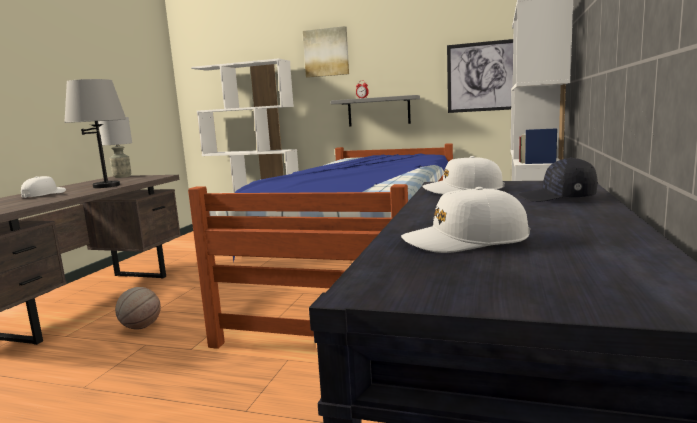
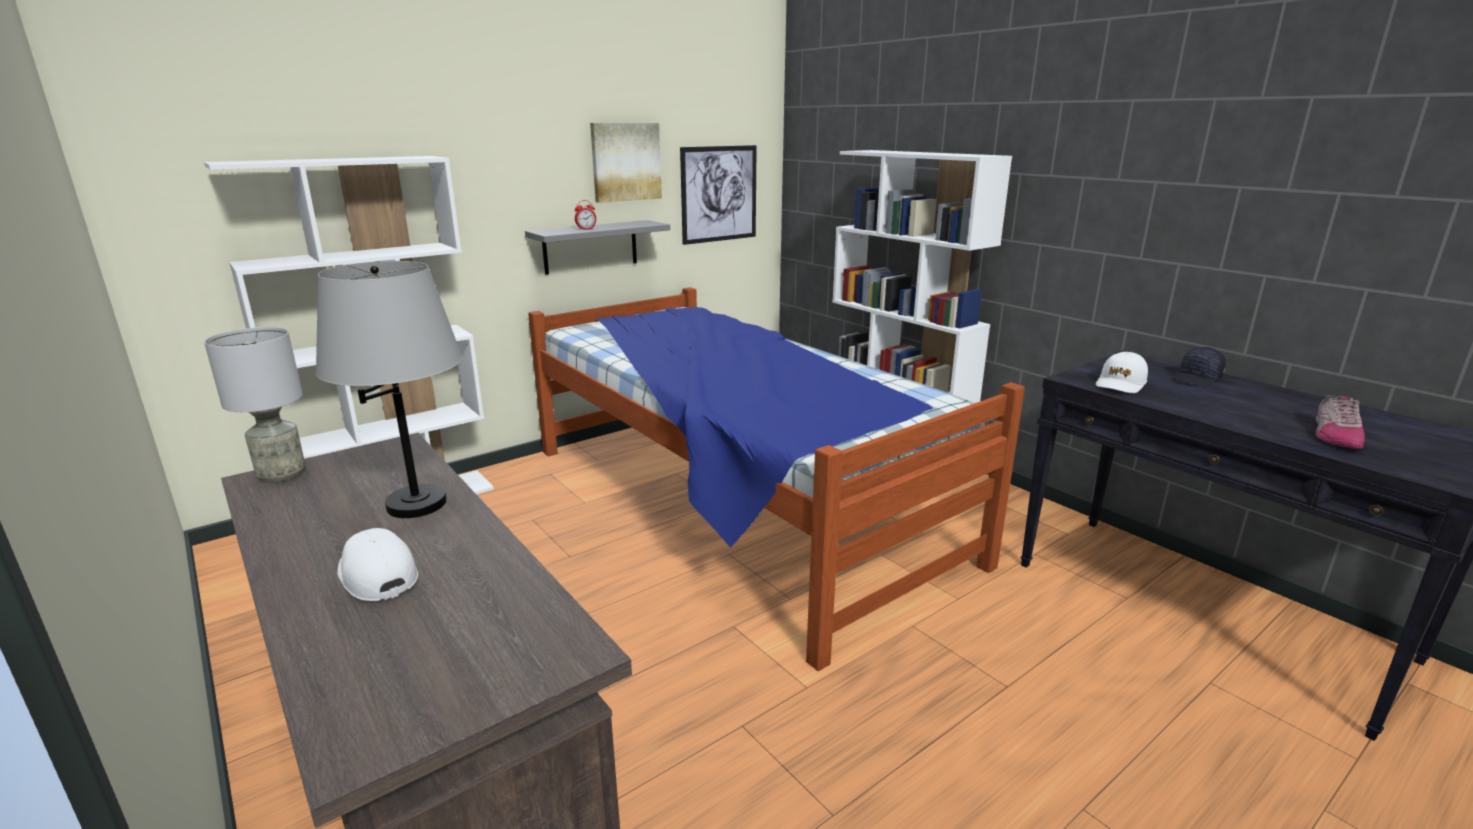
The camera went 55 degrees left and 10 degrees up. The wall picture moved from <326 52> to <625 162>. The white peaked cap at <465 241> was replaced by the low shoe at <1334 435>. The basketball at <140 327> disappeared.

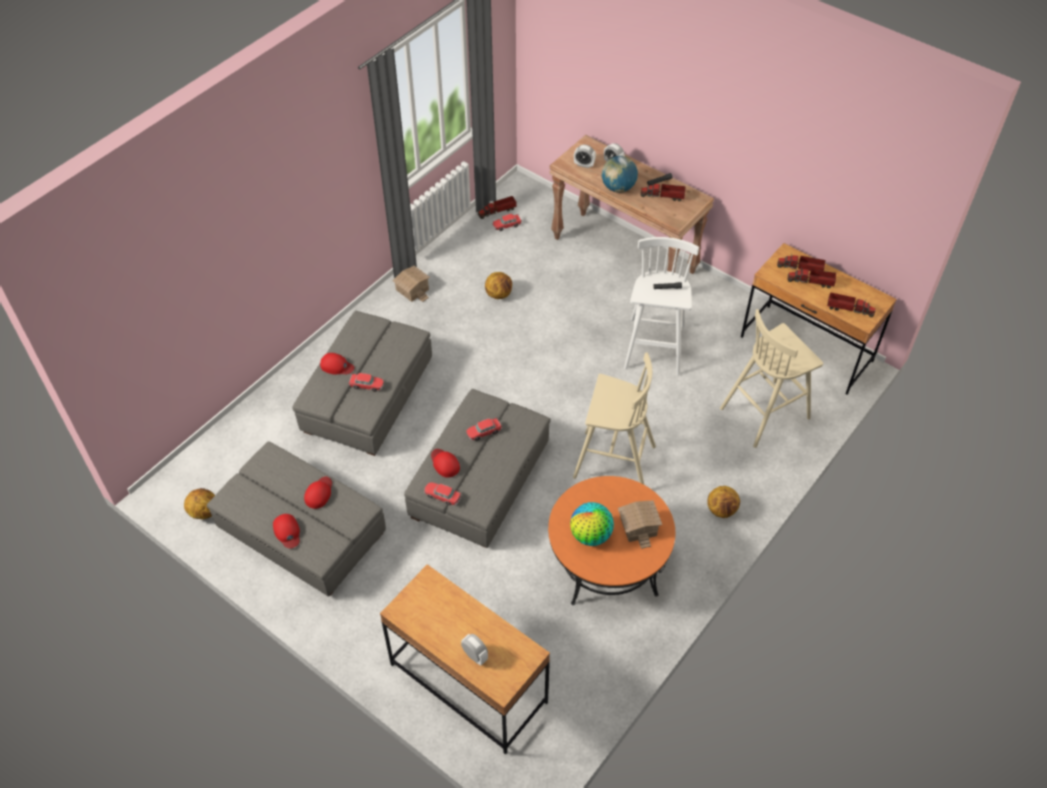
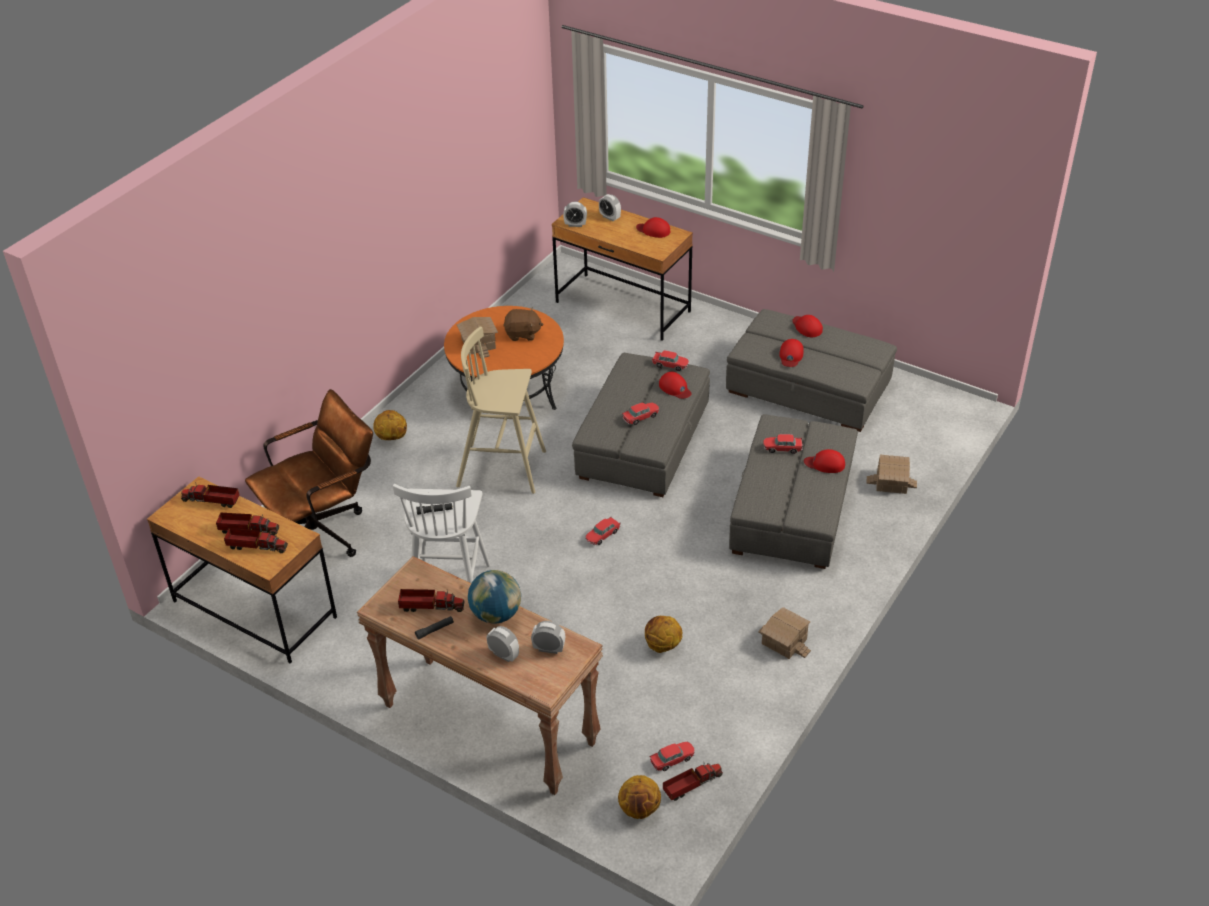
The camera went 175 degrees right and 10 degrees down. The sand-coloured stool seat at <766 412> was replaced by the brown-coloured desk chair at <324 531>. The globe at <591 535> was replaced by the brown-coloured plush toy at <523 334>. The table clock at <575 224> appeared. The toy car at <602 535> appeared. The basketball moved from <204 512> to <639 809>. The reddish peaked cap at <653 230> appeared. The model house at <891 482> appeared.

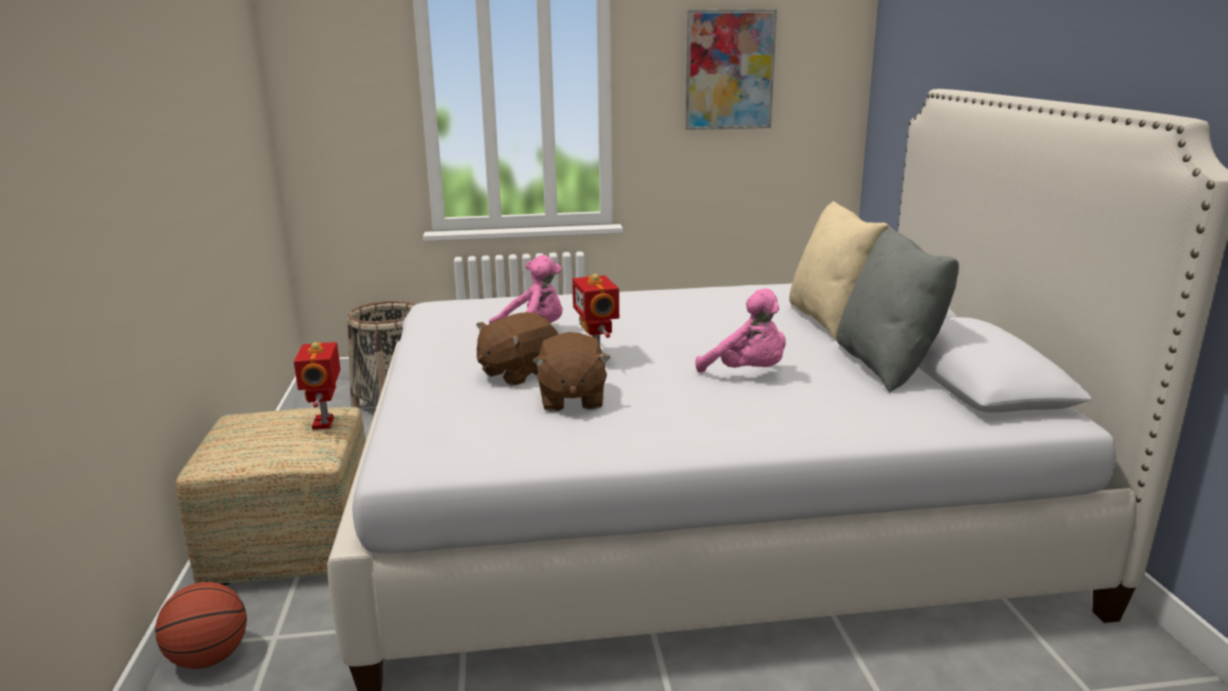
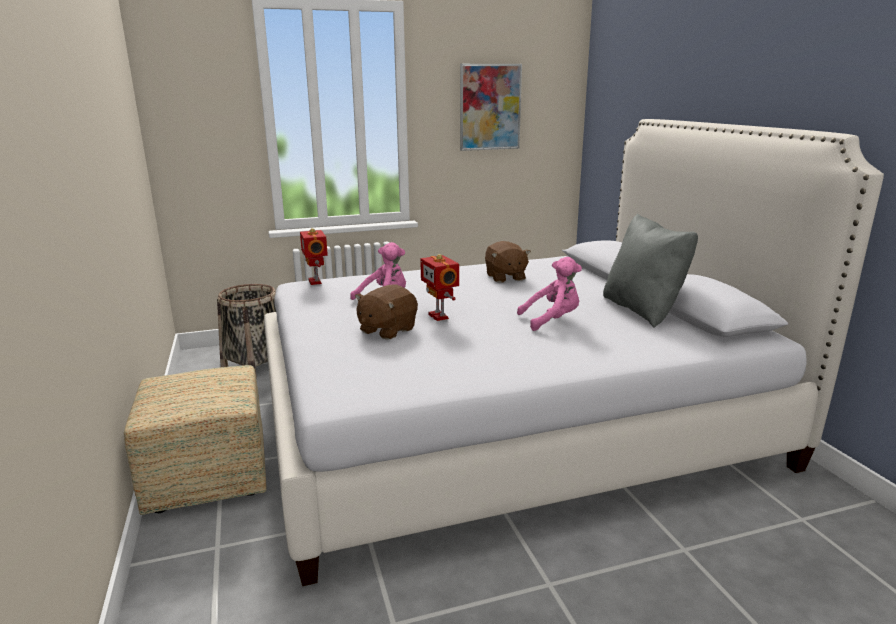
The camera went 10 degrees left and 0 degrees up. The robot figure moved from <325 423> to <316 281>. The brown-coloured plush toy moved from <571 399> to <505 277>. The pink plush toy at <748 373> turned 45 degrees counterclockwise. The basketball at <209 658> disappeared. The sand-coloured cushion at <833 320> disappeared.

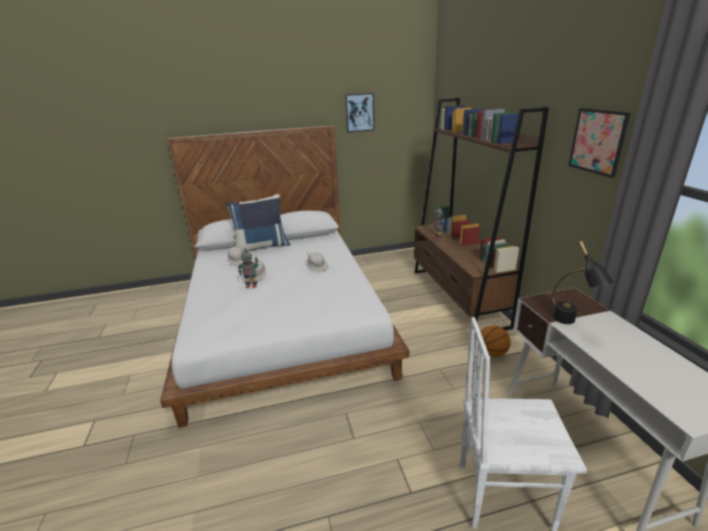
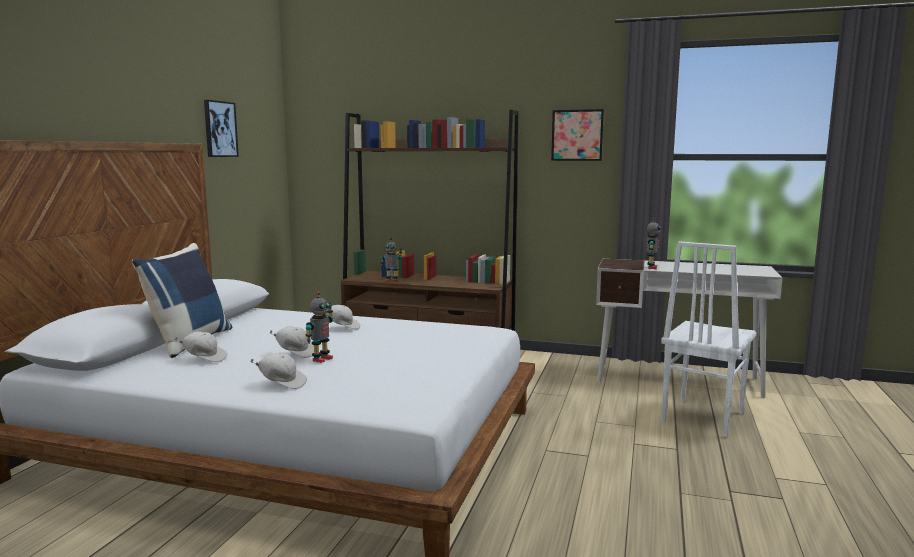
The camera went 60 degrees left and 15 degrees down. The white peaked cap at <282 383> appeared. The blackish table lamp at <570 324> was replaced by the robot figure at <651 267>. The basketball at <492 353> disappeared.

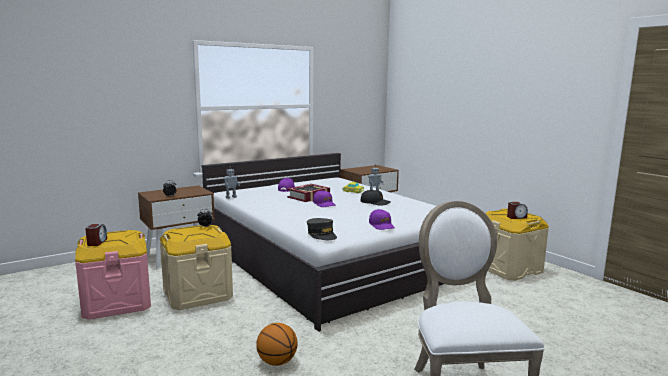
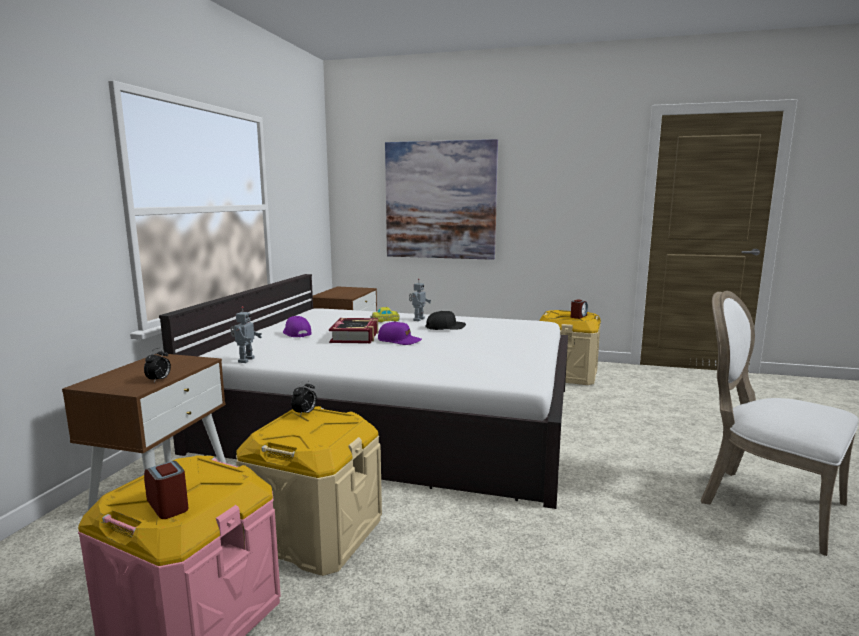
The camera went 40 degrees left and 0 degrees up. The wall picture at <440 200> appeared. The basketball at <277 362> disappeared. The grey peaked cap at <321 235> disappeared. The purple peaked cap at <381 225> disappeared.

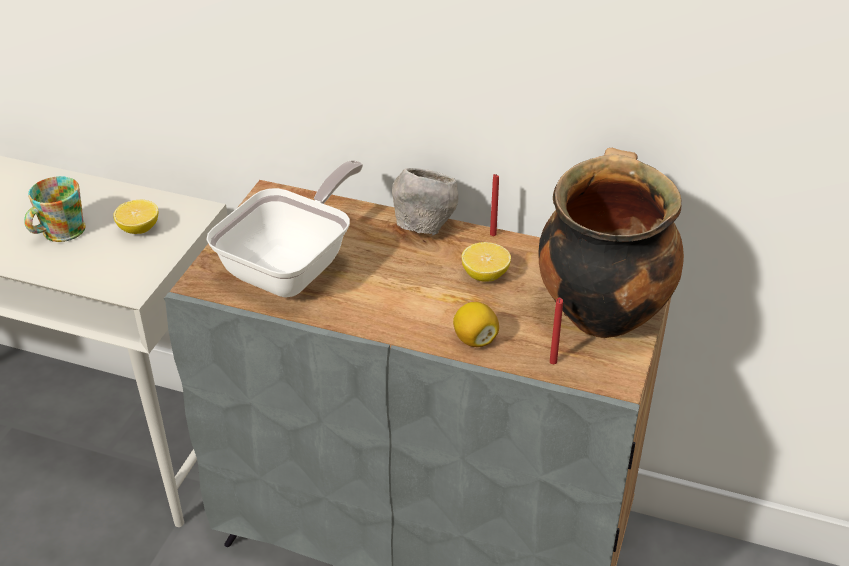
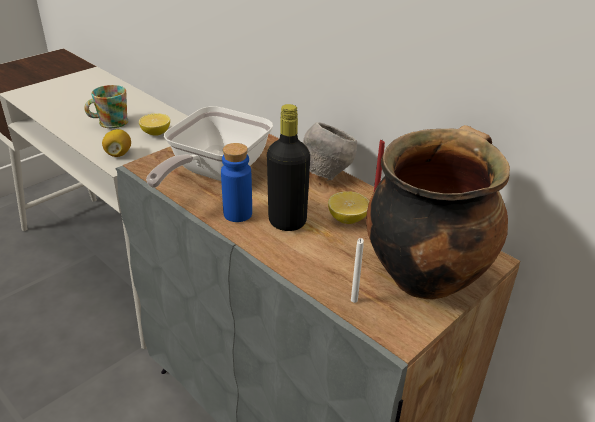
The camera went 25 degrees right and 5 degrees down. The citrus fruit moved from <475 339> to <118 154>. The skillet at <294 266> turned 150 degrees clockwise. The bluish drink bottle at <237 214> appeared. The blackish drink bottle at <287 222> appeared. The reddish candle at <553 361> became the white candle at <354 300>.

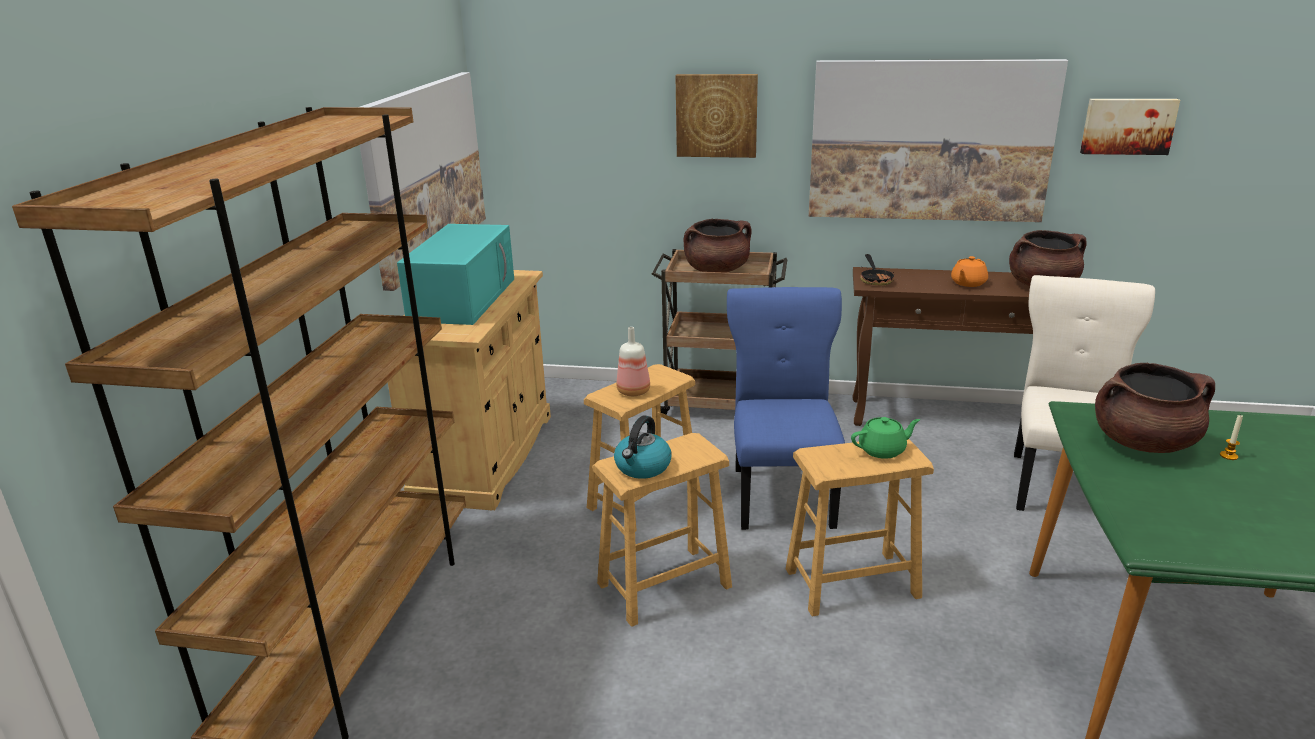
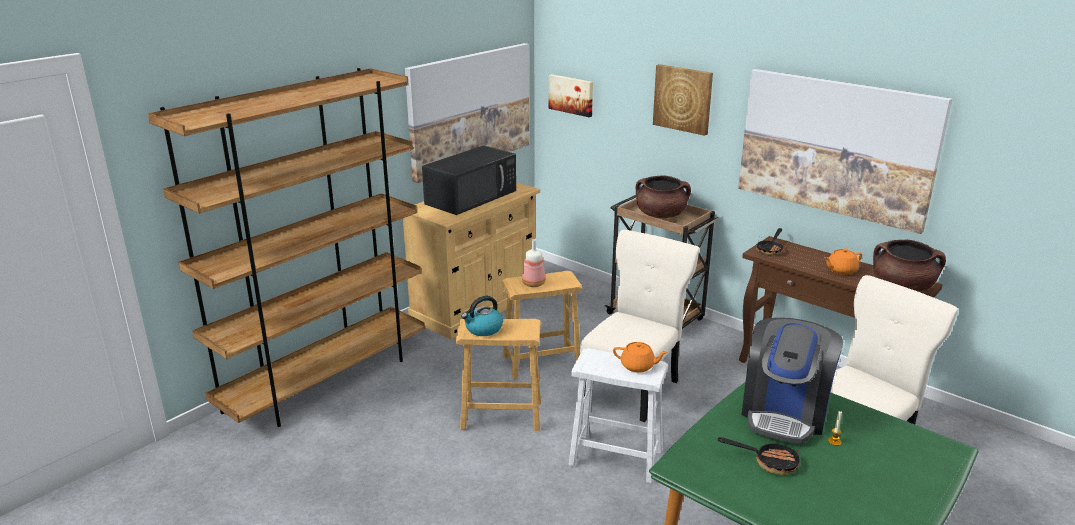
The camera went 30 degrees right and 0 degrees up. The blue-green microwave at <463 298> became the blackish microwave at <472 197>. The wall picture moved from <1127 126> to <571 95>. The brown-coloured stool seat at <851 583> became the white stool seat at <616 457>. The bluish chair at <782 494> became the sand-coloured chair at <633 389>. The green-coloured tea pot at <883 450> became the orangey tea pot at <638 366>. The skillet at <769 462> appeared. The brown-coloured cooking pot at <1143 442> was replaced by the coffee brewer at <784 413>.

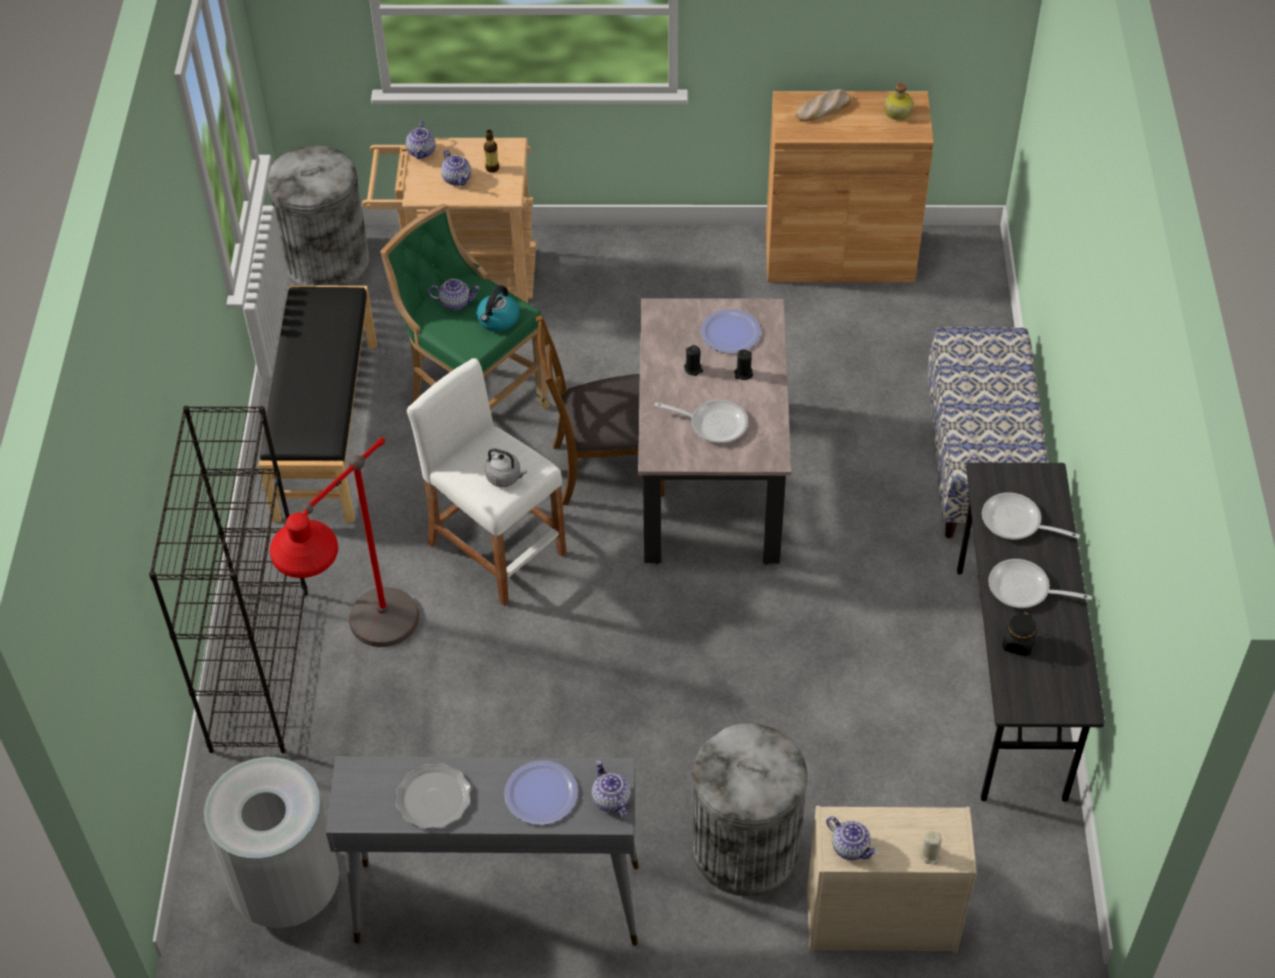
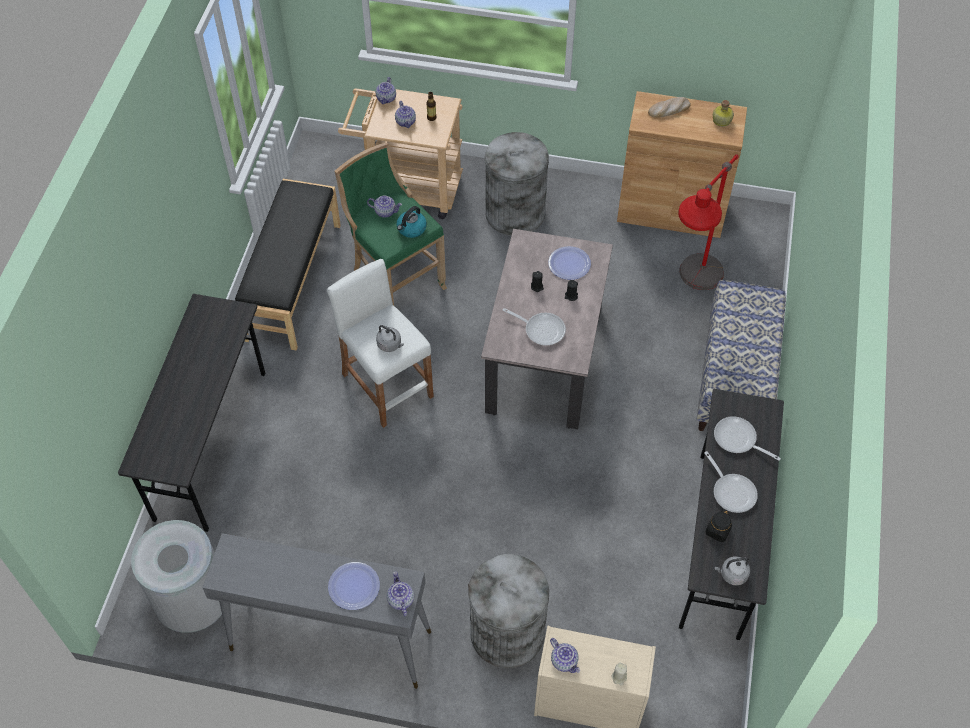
The camera went 10 degrees right and 5 degrees up. The blackish bookshelf at <259 669> was replaced by the grey desk at <210 444>. The grey waste bin moved from <327 264> to <515 213>. The reddish floor lamp moved from <368 658> to <690 295>. The skillet at <1024 589> turned 150 degrees counterclockwise. The grey water kettle at <732 575> appeared. The flat dish at <433 798> disappeared. The brown-coloured chair at <606 468> disappeared.

